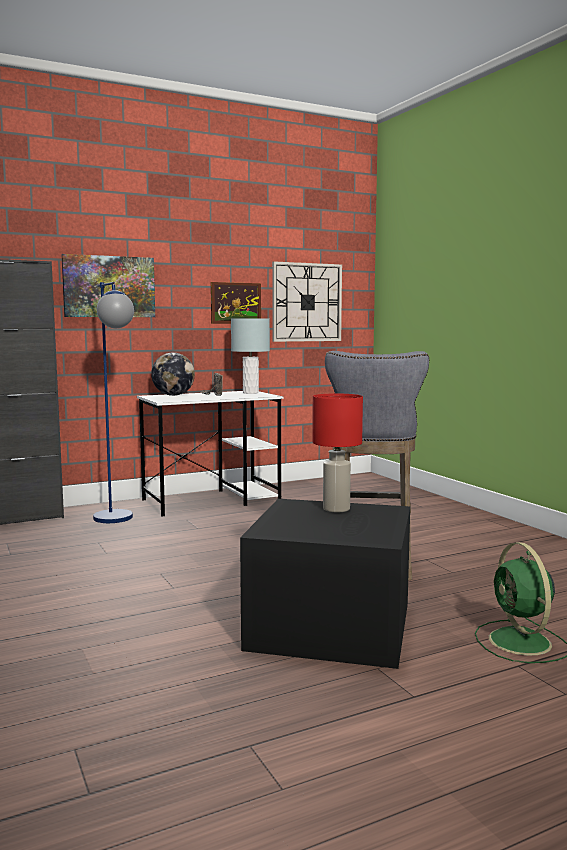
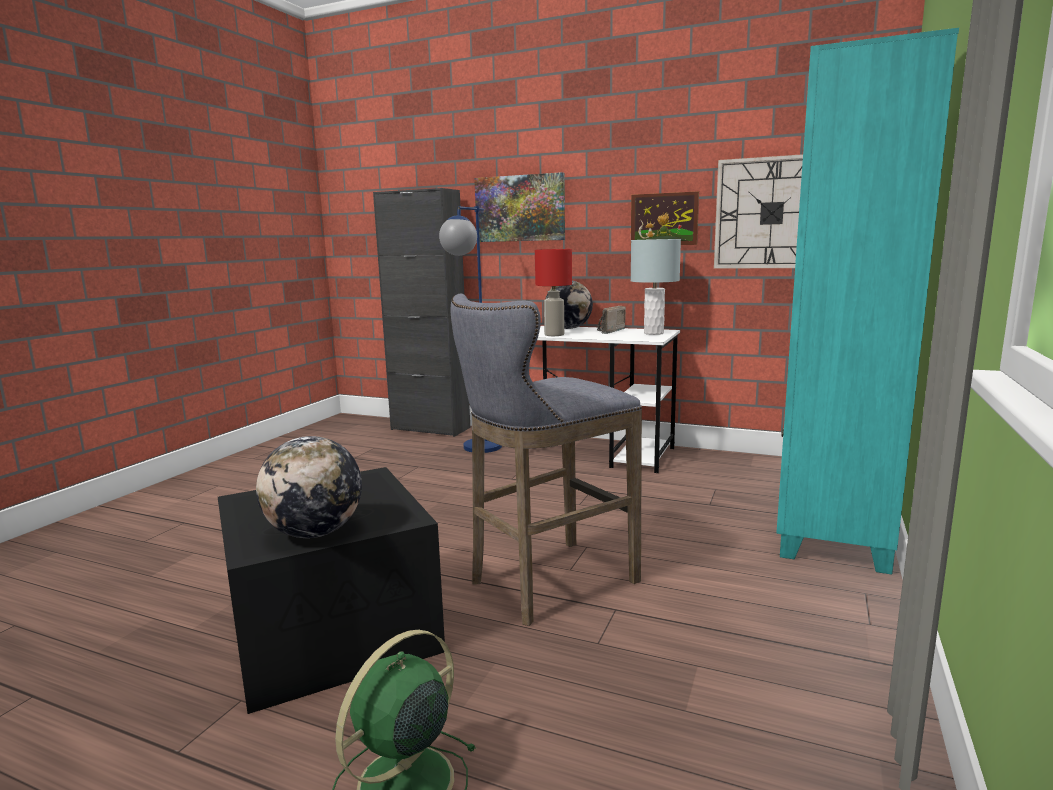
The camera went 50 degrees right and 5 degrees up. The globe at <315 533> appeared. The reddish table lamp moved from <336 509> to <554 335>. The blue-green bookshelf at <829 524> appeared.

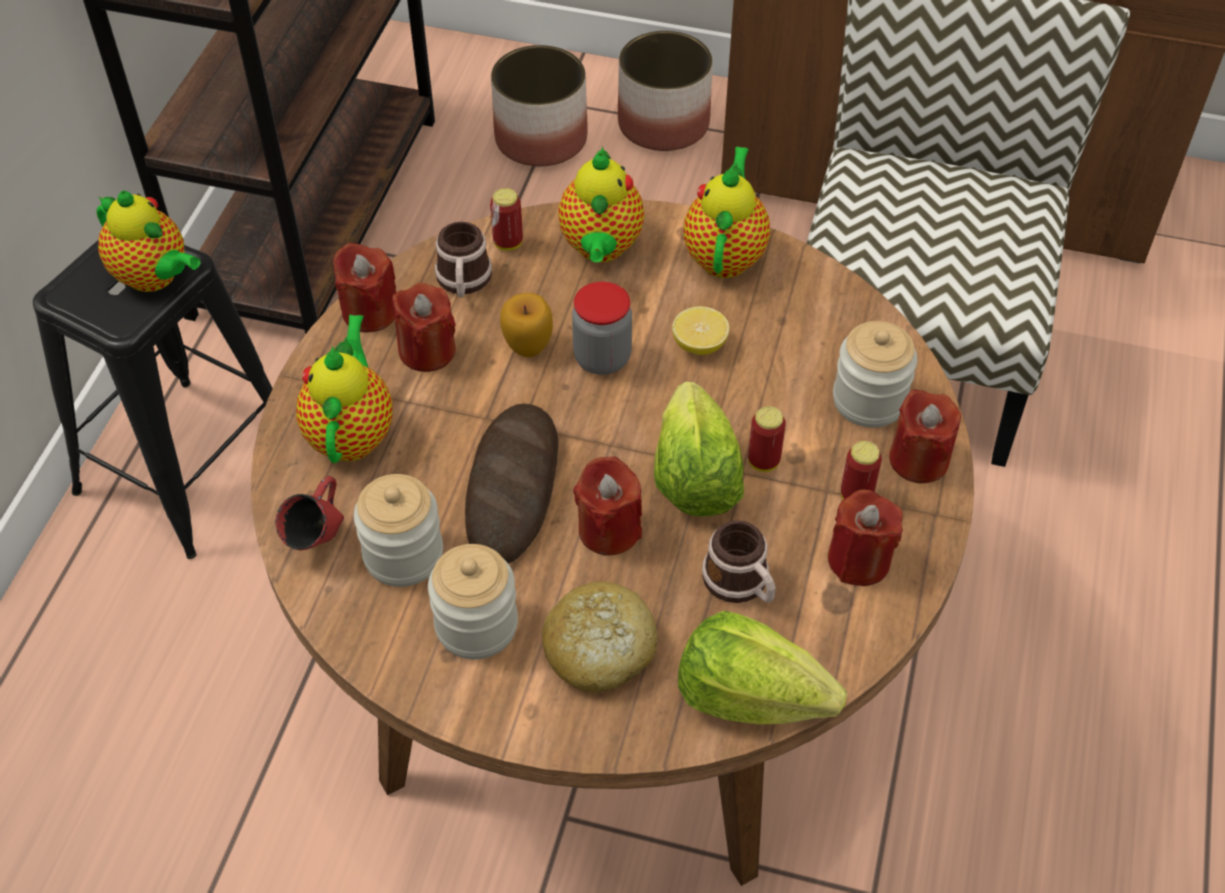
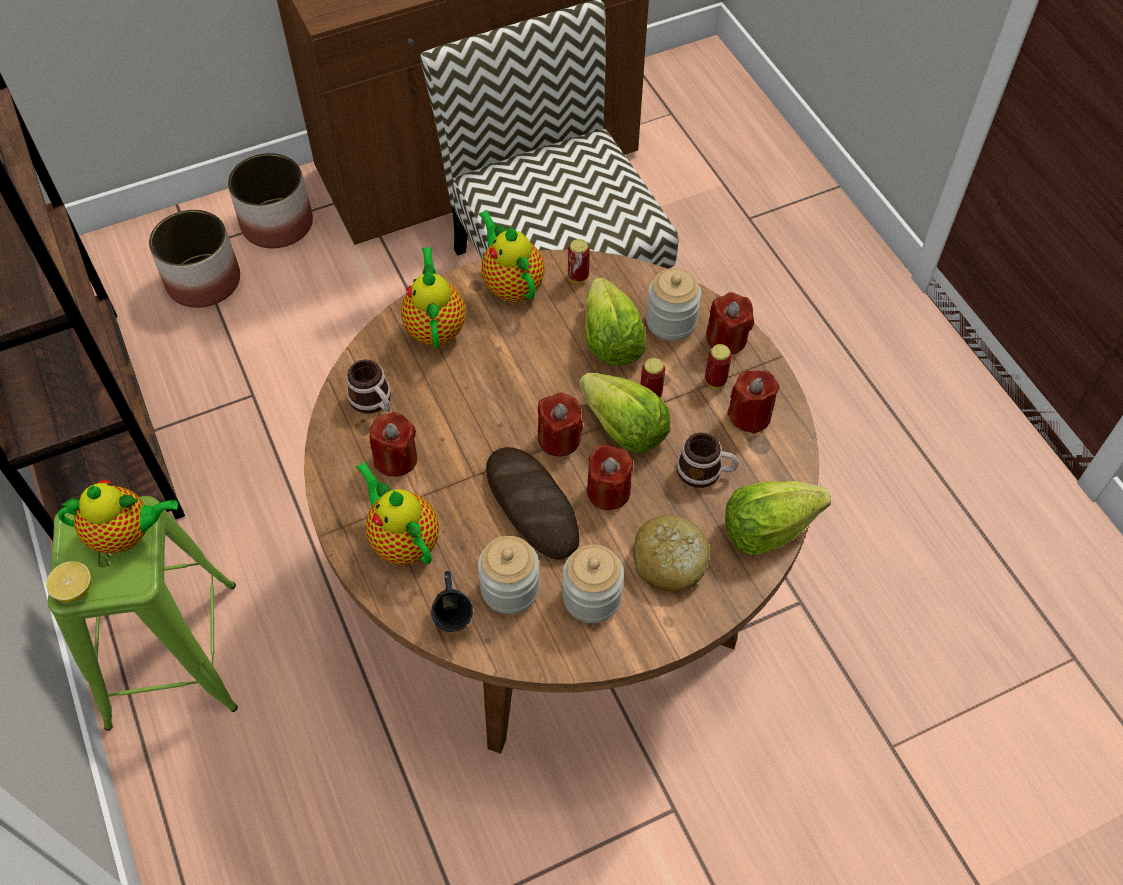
The camera went 40 degrees left and 5 degrees up. The citrus fruit moved from <699 345> to <75 589>. The blackish stool seat at <187 467> became the green-coloured stool seat at <172 655>. The tea pot at <601 248> turned 150 degrees counterclockwise. The reddish mug at <319 542> became the bluish mug at <453 618>. The reddish candle moved from <370 312> to <559 439>. The sealed can moved from <508 243> to <578 276>. The head of lettuce at <610 341> appeared. The whole apple at <528 346> disappeared. The jar at <602 358> disappeared.

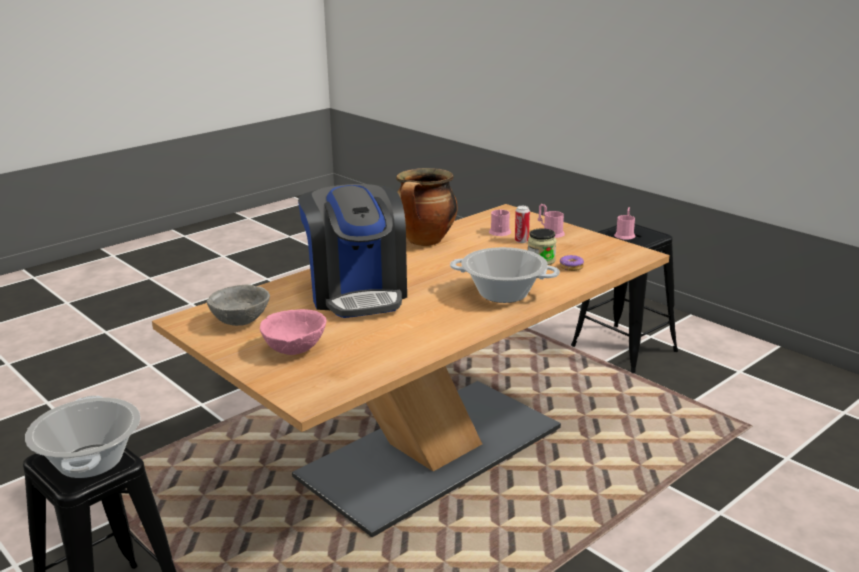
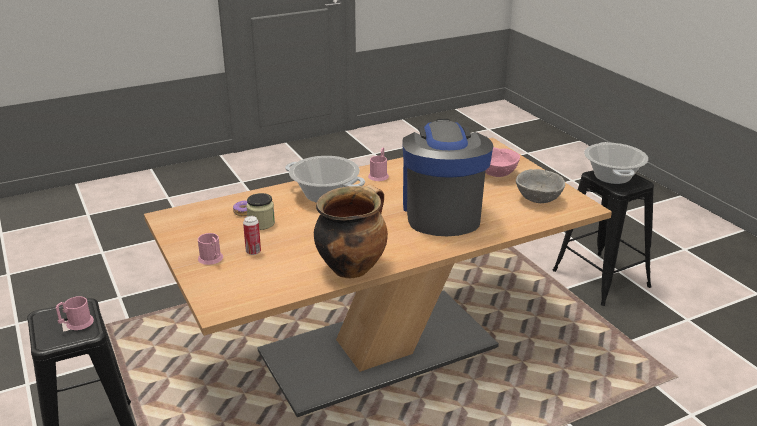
The camera went 165 degrees left and 5 degrees up. The pink mug moved from <500 233> to <379 175>.

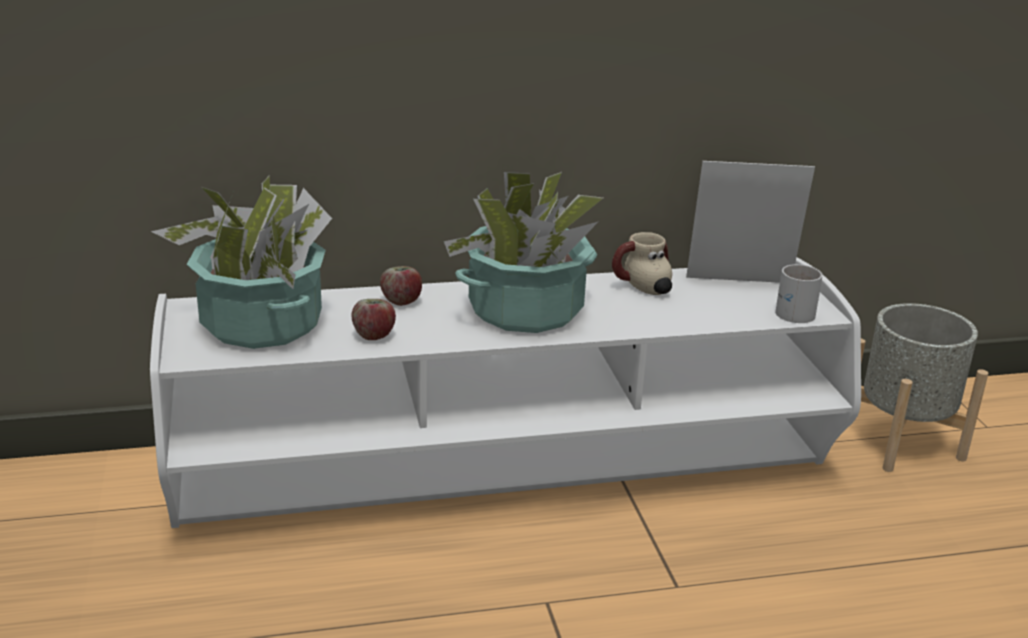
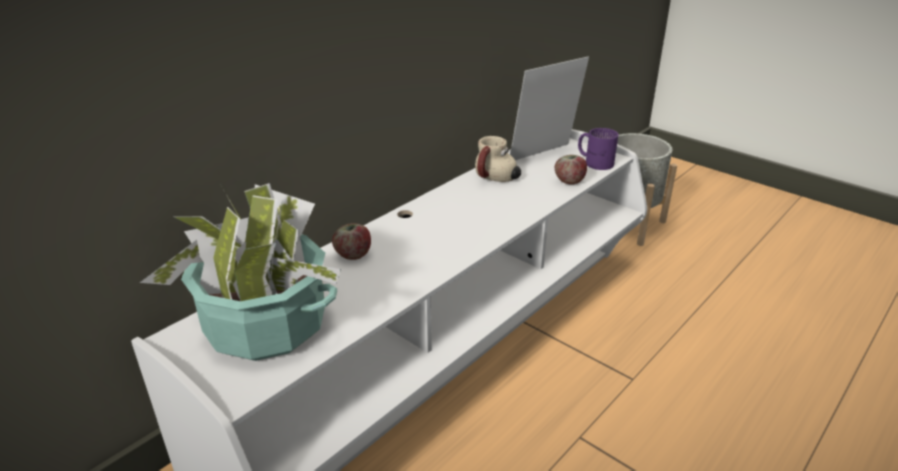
The camera went 35 degrees left and 5 degrees up. The whole apple moved from <374 335> to <569 181>. The white mug at <793 310> became the purple mug at <595 161>. The plant in a pot at <525 311> disappeared.

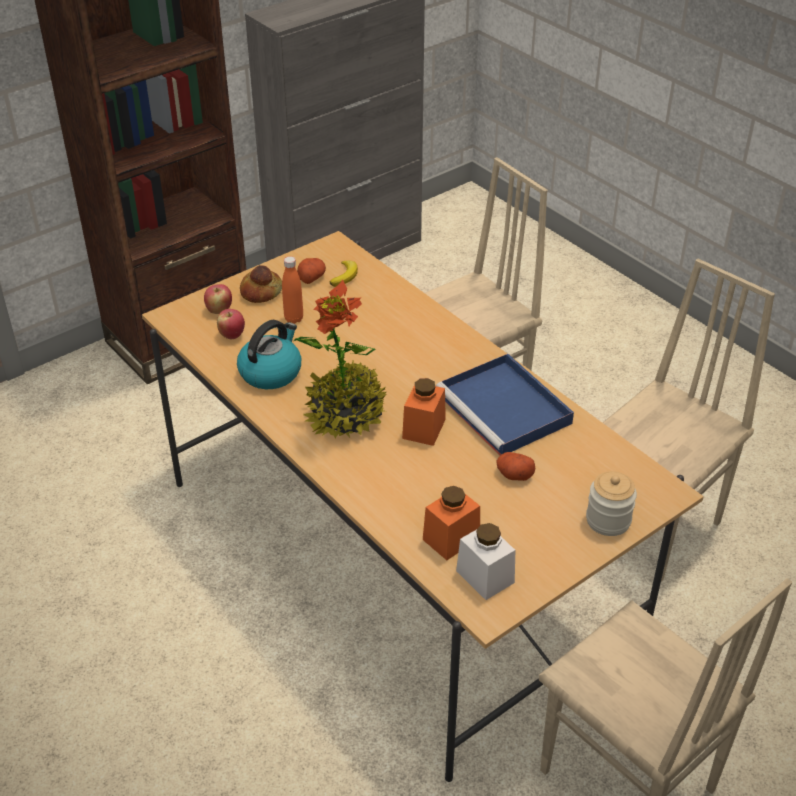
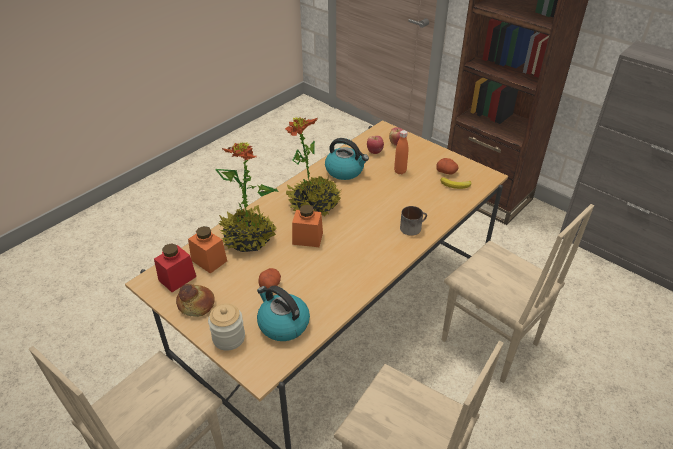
The camera went 80 degrees right and 0 degrees up. The white jar at <485 576> became the reddish jar at <177 278>. The bread moved from <261 292> to <196 304>. The plant in a pot at <249 238> appeared. The water kettle at <283 324> appeared. The mug at <412 227> appeared. The bluish serving tray at <506 410> disappeared.

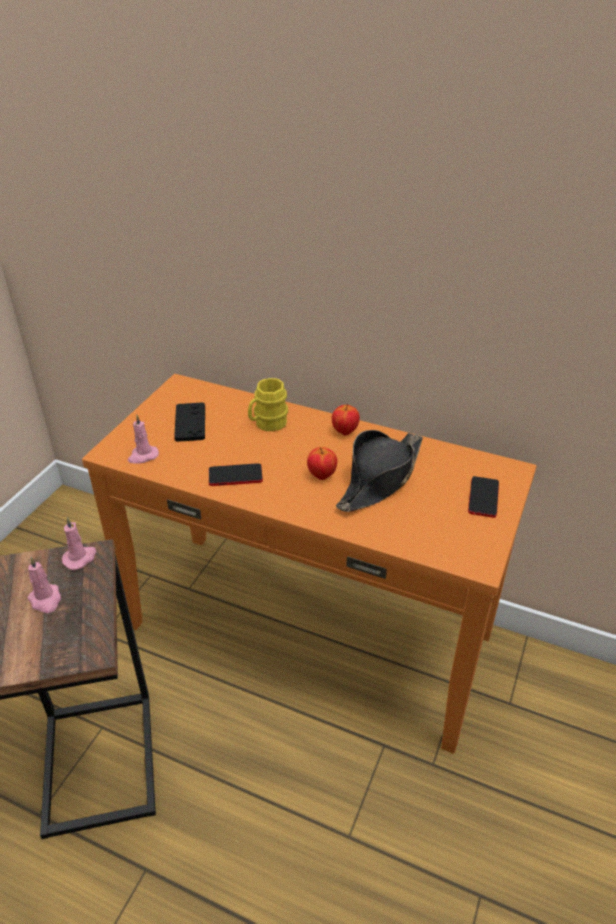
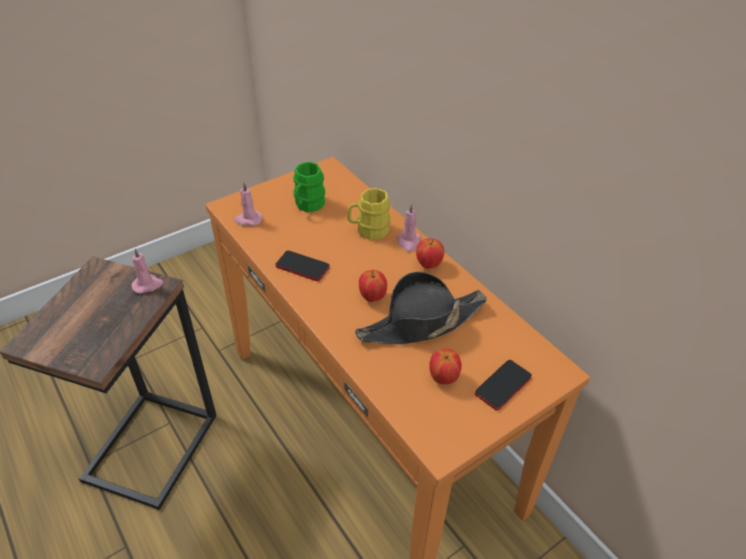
The camera went 30 degrees right and 5 degrees up. The blackish gamepad at <190 423> was replaced by the green-coloured mug at <307 205>. The pink candle moved from <46 600> to <408 242>. The whole apple at <443 378> appeared.

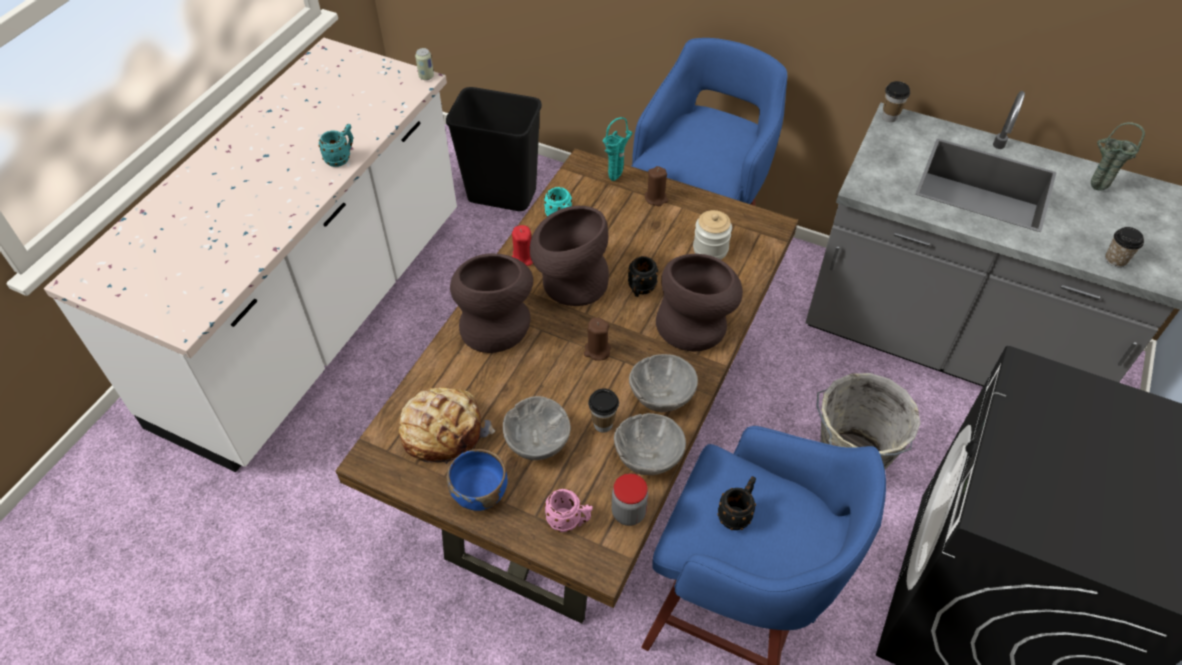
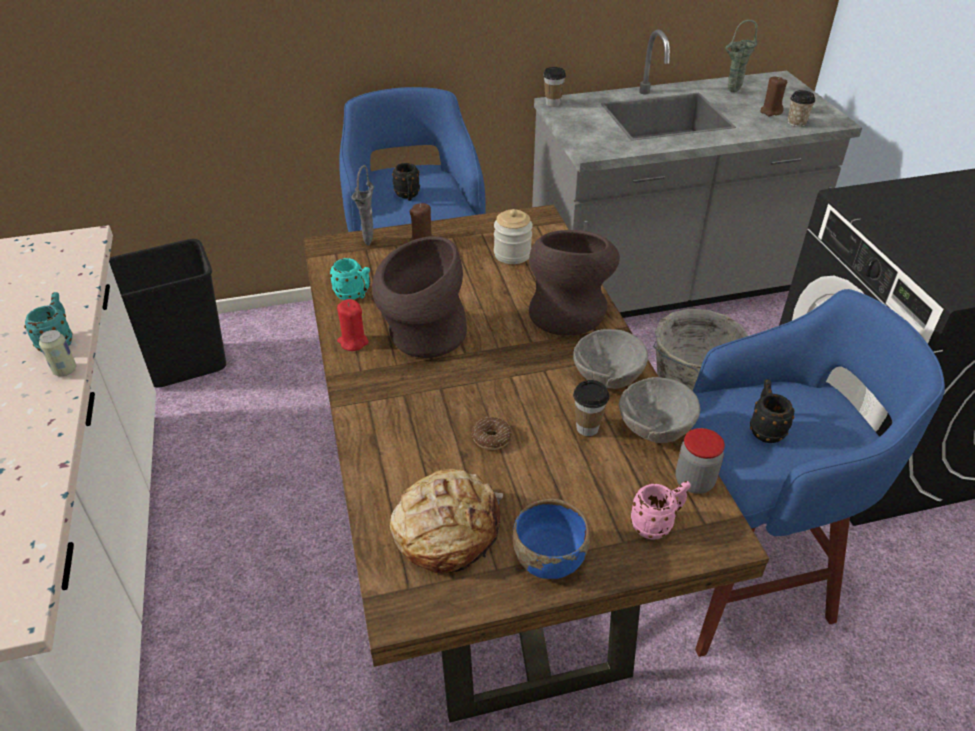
The camera went 40 degrees left and 10 degrees down. The sealed can moved from <426 76> to <65 370>. The blue-green decorative vase at <616 178> became the grey decorative vase at <369 242>. The blackish mug moved from <640 290> to <408 196>. The doughnut at <491 438> appeared. The brown-coloured candle moved from <597 351> to <771 111>. The brown-coloured decorative vase at <494 323> disappeared. The grey bowl at <536 442> disappeared.

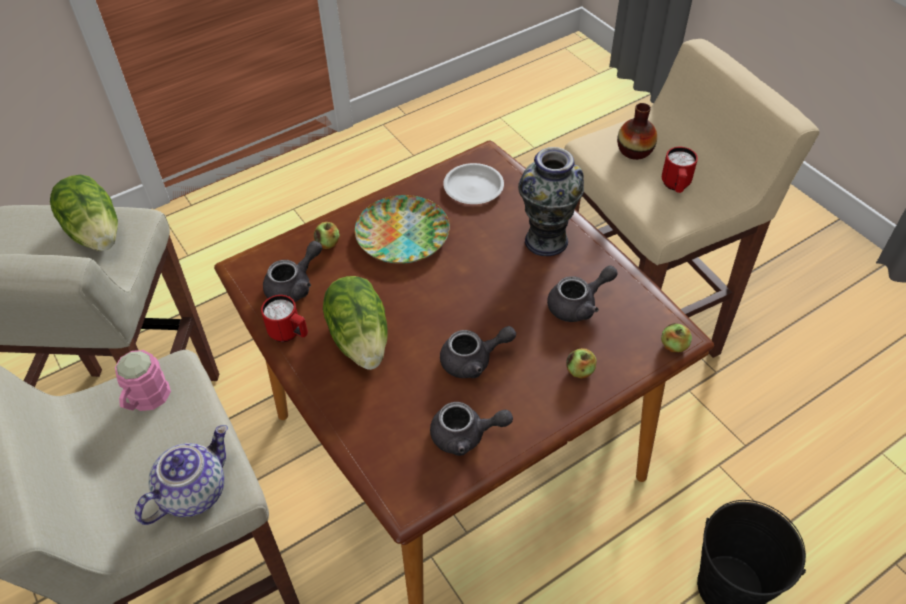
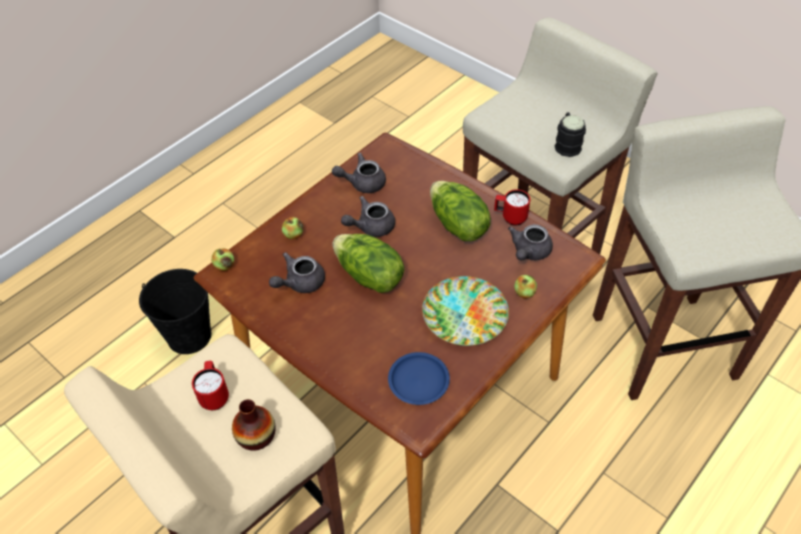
The camera went 165 degrees right and 0 degrees up. The head of lettuce moved from <96 232> to <369 277>. The white flat dish at <474 187> became the bluish flat dish at <418 381>. The pink mug at <145 400> became the blackish mug at <567 144>. The tea pot at <193 491> disappeared. The decorative vase at <546 241> disappeared.

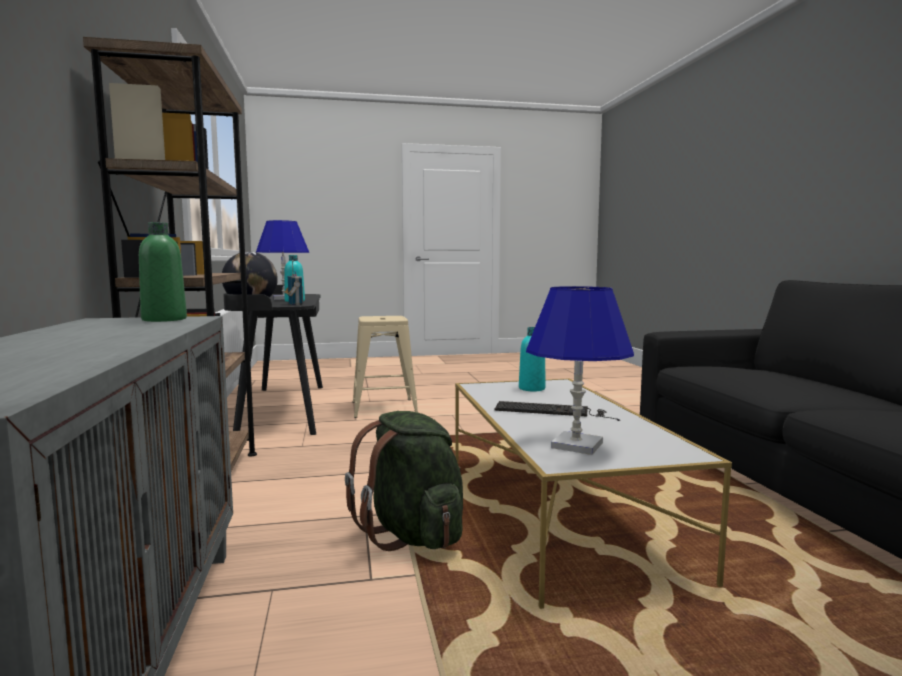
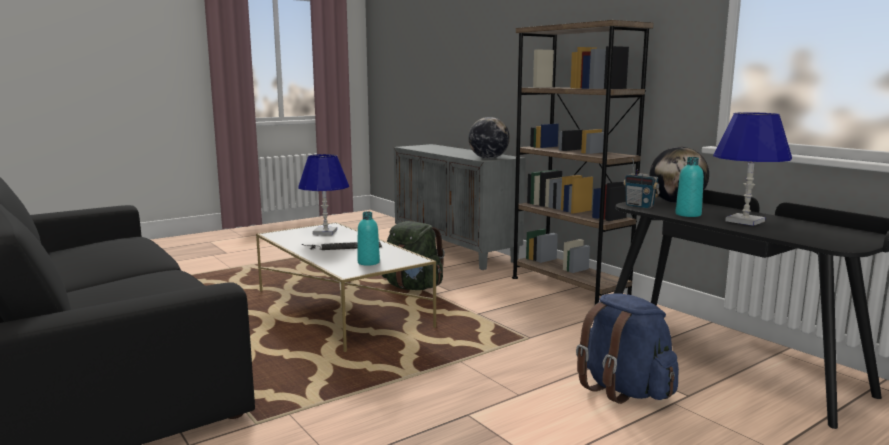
The camera went 155 degrees right and 5 degrees up. The green-coloured drink bottle at <164 319> was replaced by the globe at <488 158>. The sand-coloured stool seat at <383 408> was replaced by the bluish backpack at <623 390>.

